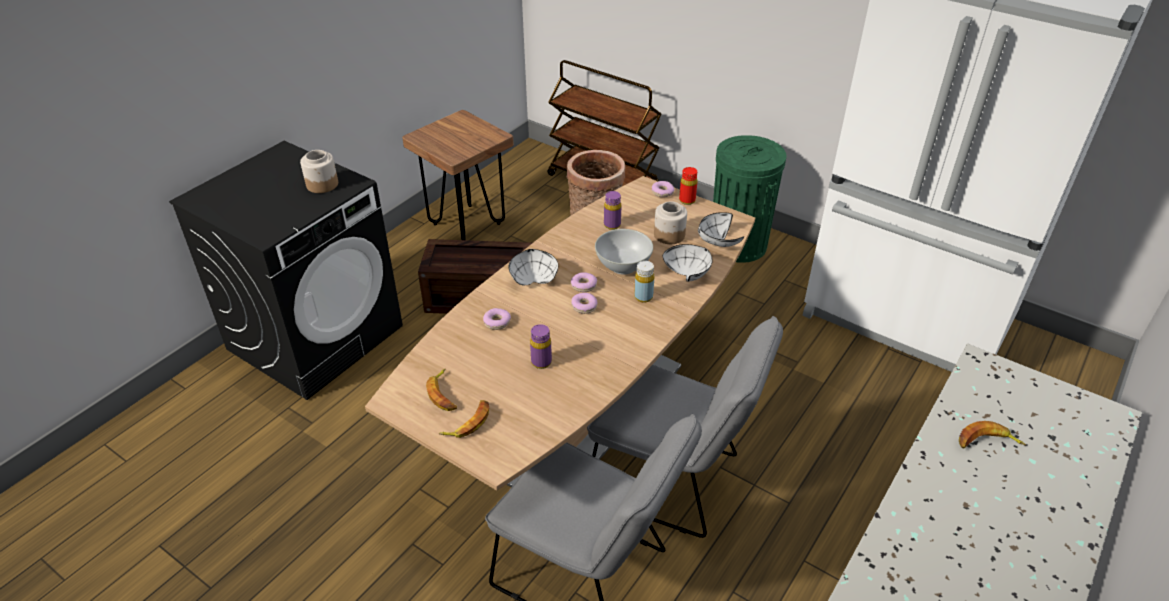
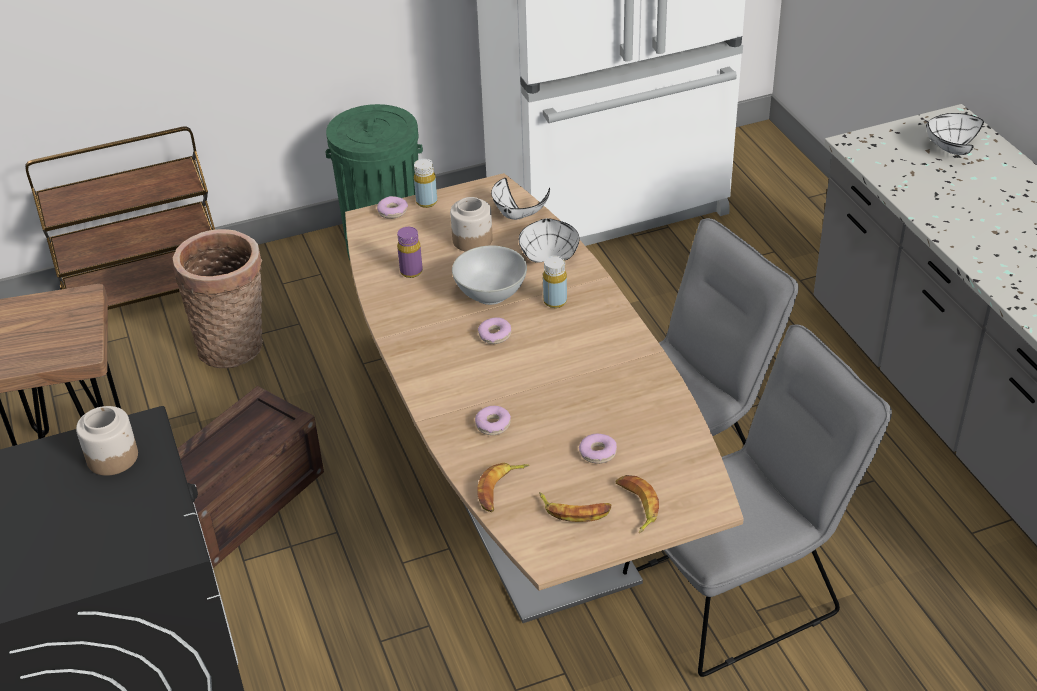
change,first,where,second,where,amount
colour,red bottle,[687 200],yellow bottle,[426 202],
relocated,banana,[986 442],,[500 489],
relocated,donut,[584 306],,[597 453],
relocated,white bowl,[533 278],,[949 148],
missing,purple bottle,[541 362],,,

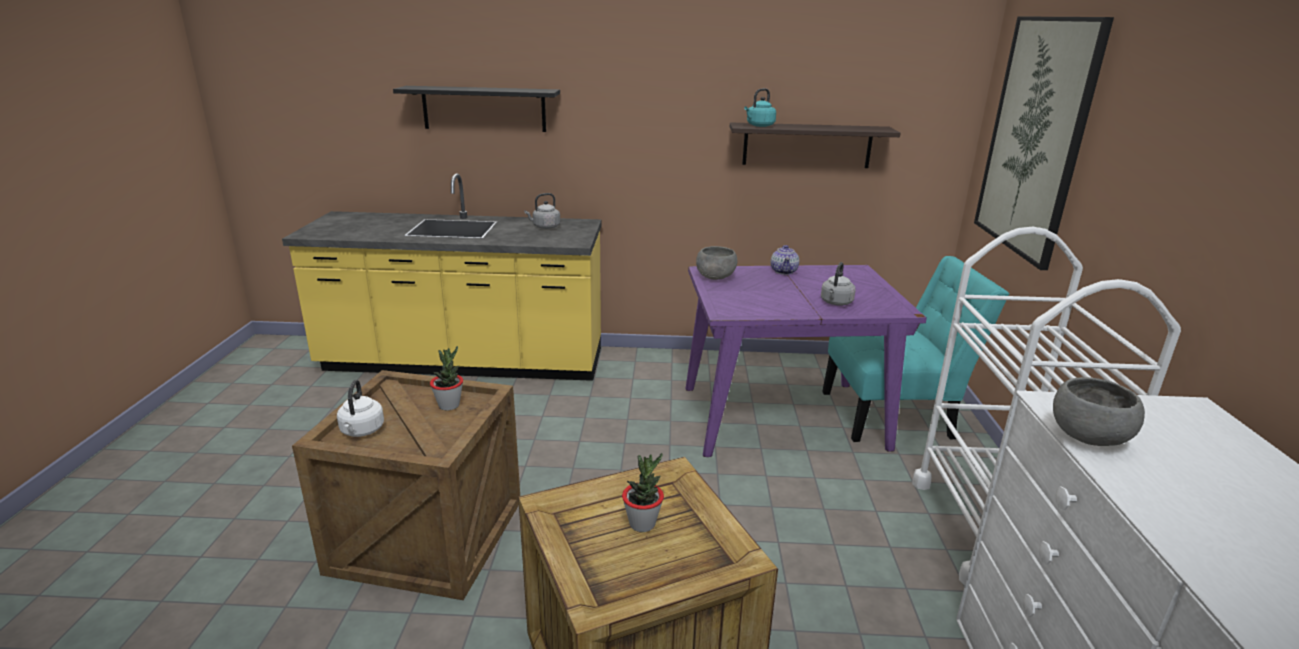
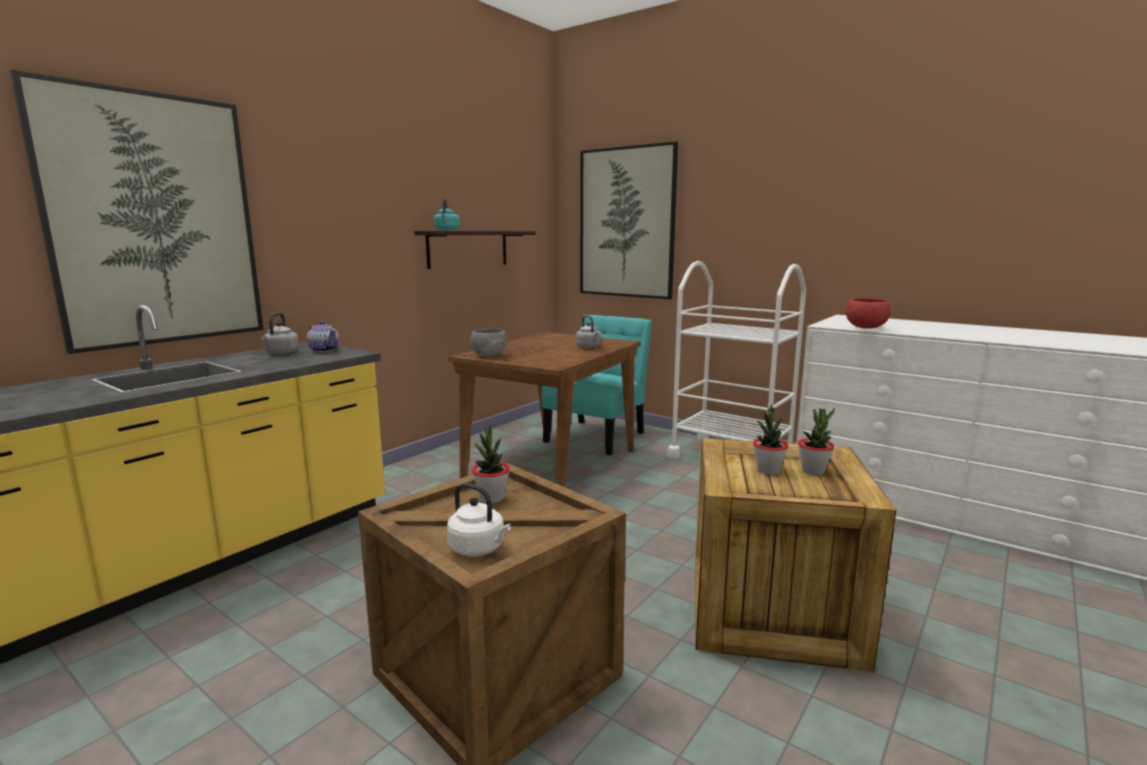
change,first,where,second,where,amount
exchanged,black shelf,[484 109],picture,[155 221],
relocated,teapot,[784 271],,[324 350],
colour,purple dining table,[784 417],brown dining table,[552 463],
appeared,,,potted plant,[813 471],
colour,grey bowl,[1087 438],red bowl,[865 328],

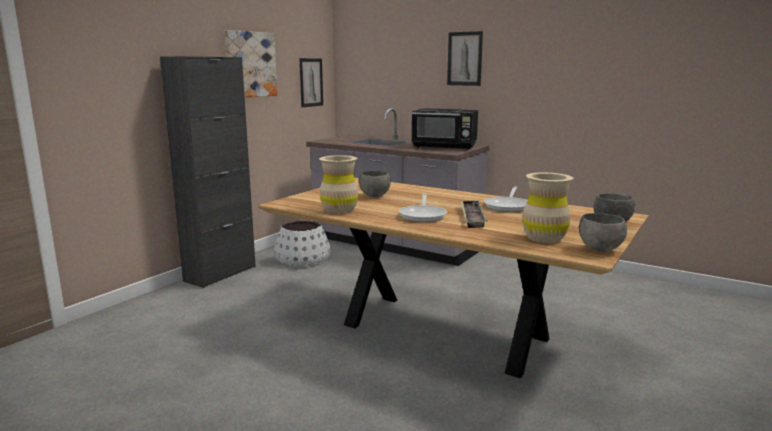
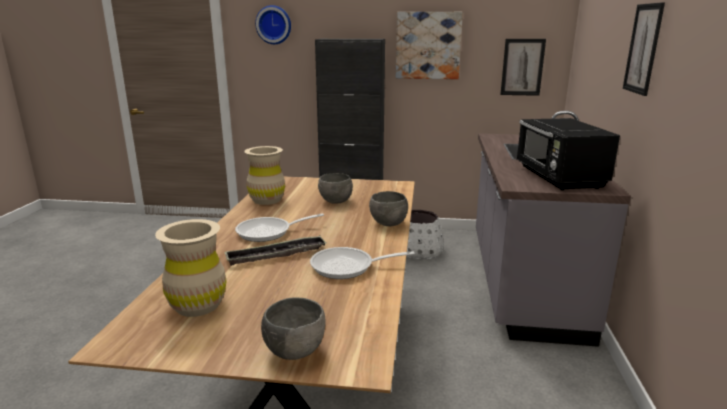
change,first,where,second,where,amount
appeared,,,wall clock,[274 25],
relocated,grey bowl,[600 249],,[388 224],

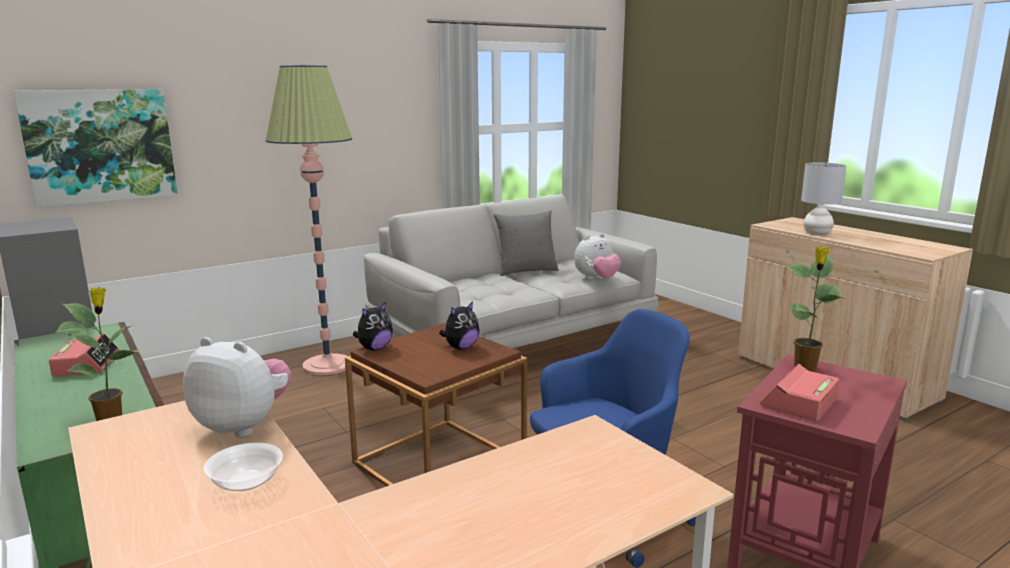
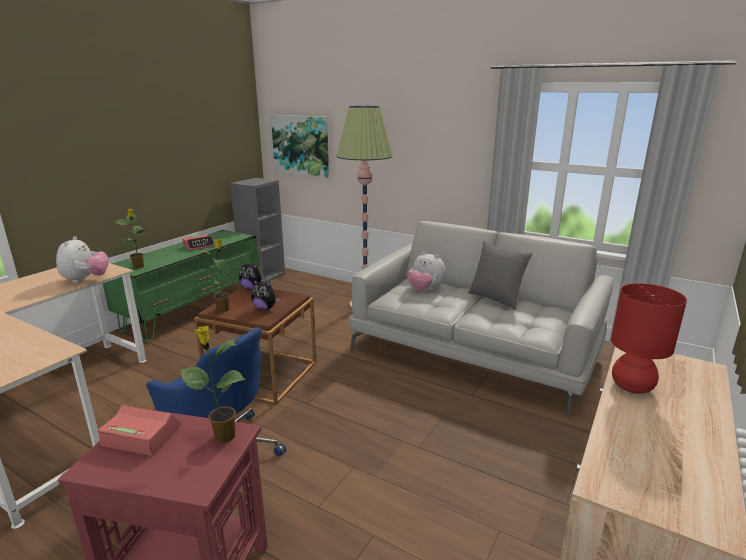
change,first,where,second,where,amount
appeared,,,potted plant,[223 309],
relocated,plush toy,[596 279],,[425 289],
colour,grey table lamp,[817 233],red table lamp,[632 387],
missing,bowl,[246 482],,,

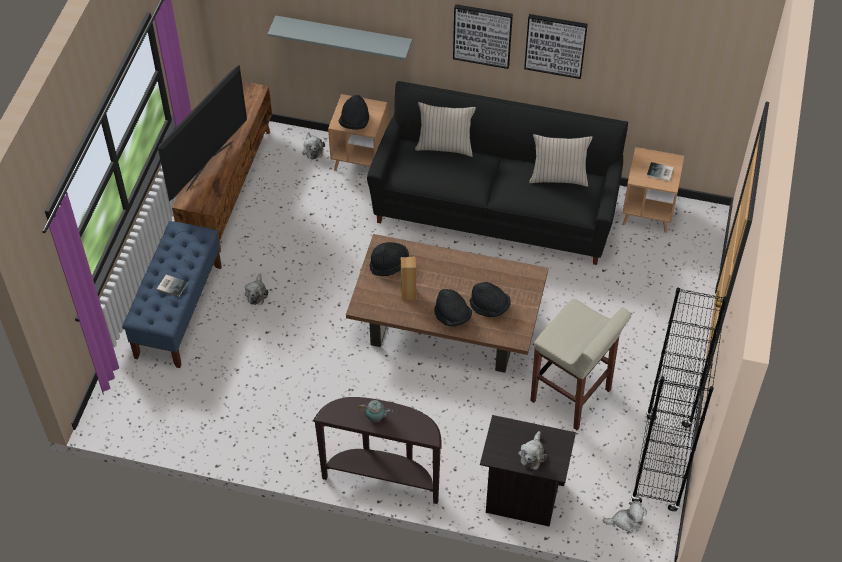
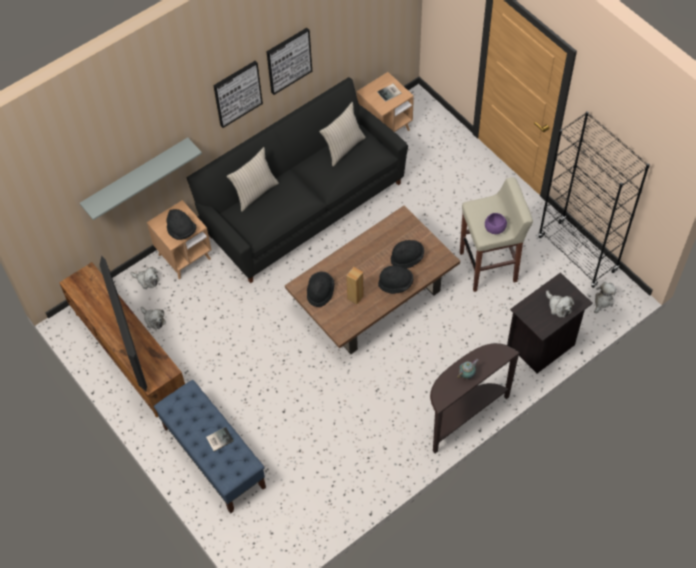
change,first,where,second,where,amount
relocated,plush toy,[256 293],,[153 320],
appeared,,,purple bowl,[494 228],

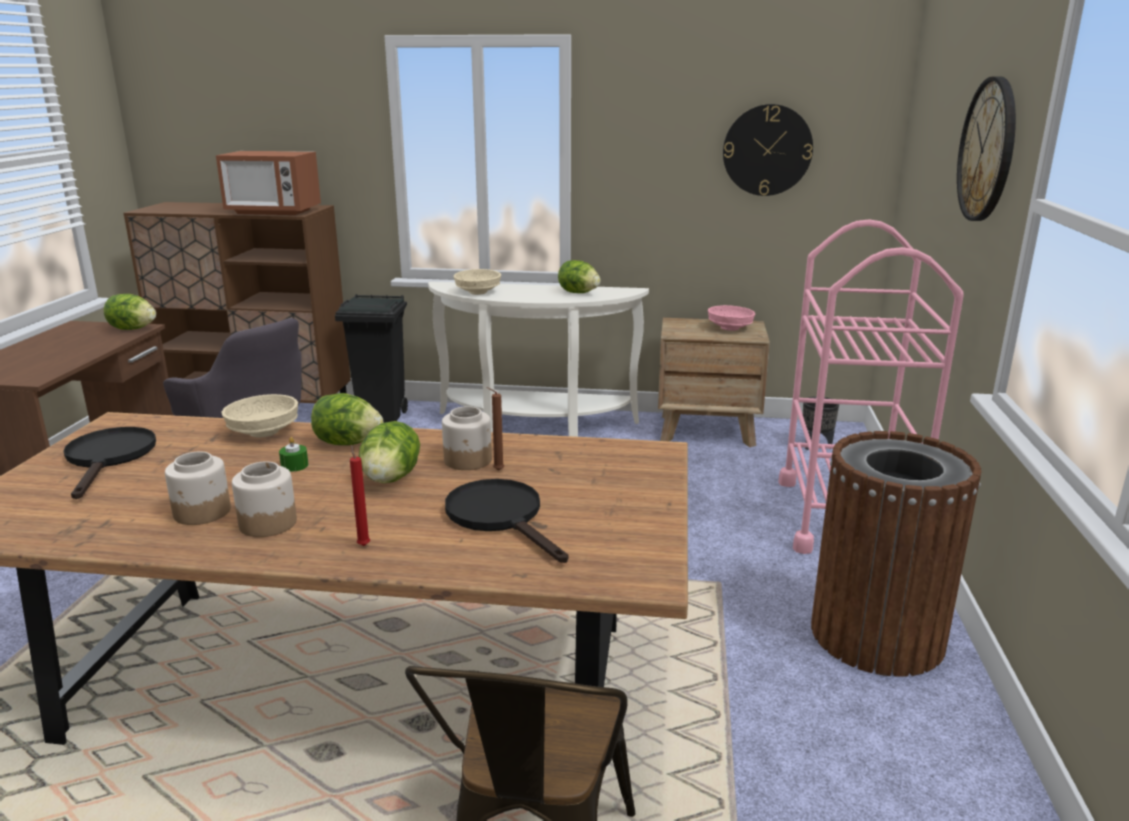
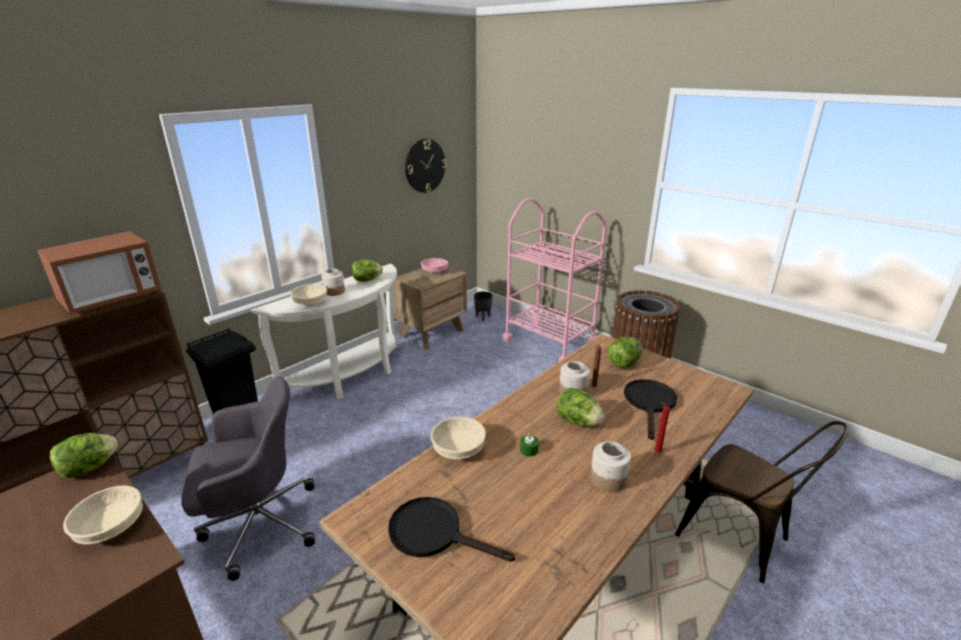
change,first,where,second,where,amount
appeared,,,beige bowl,[111 527],
relocated,jar,[202 512],,[334 291],
relocated,lettuce,[348 443],,[623 363],
spun,black frying pan,[501 517],,[650 403],105 degrees clockwise
missing,wall clock,[988 150],,,

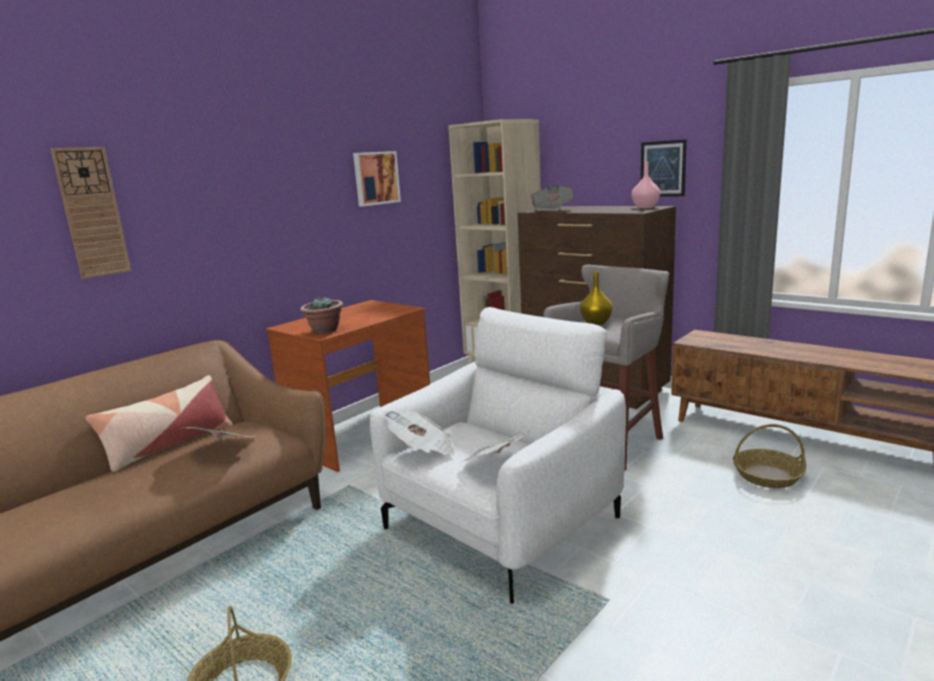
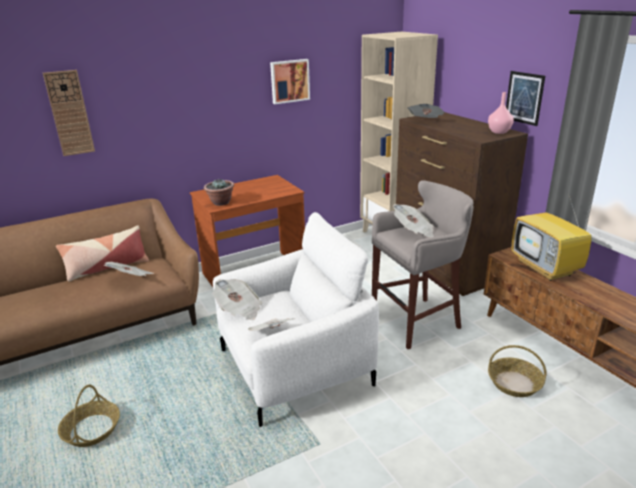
change,first,where,second,where,amount
exchanged,yellow vase,[596 322],newspaper,[414 231],
appeared,,,television,[546 269],

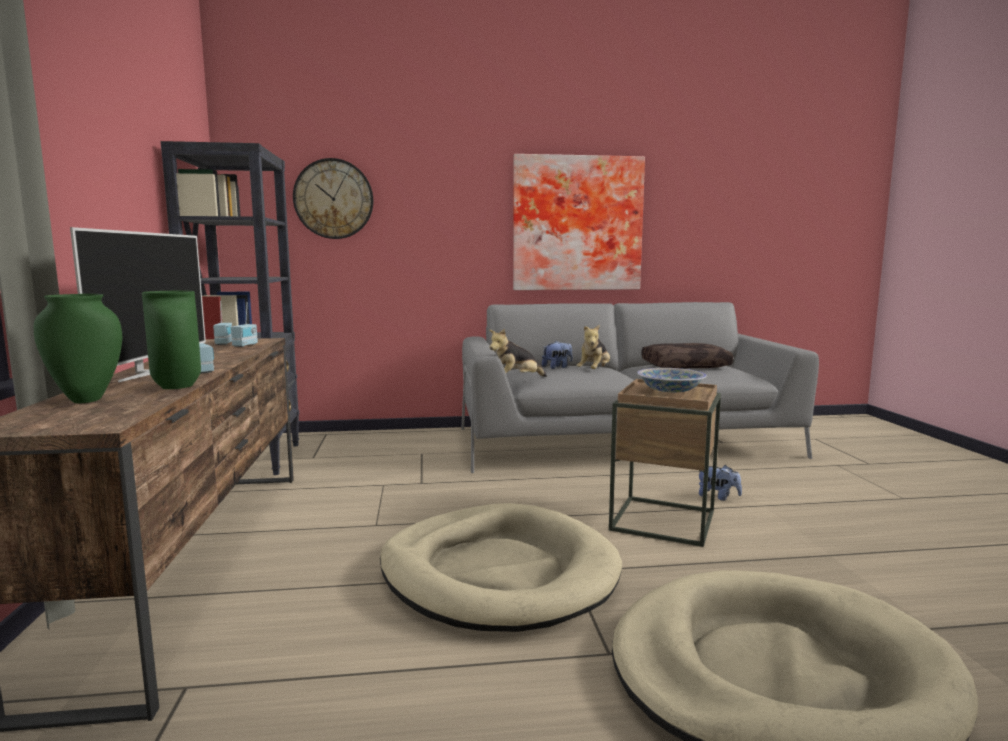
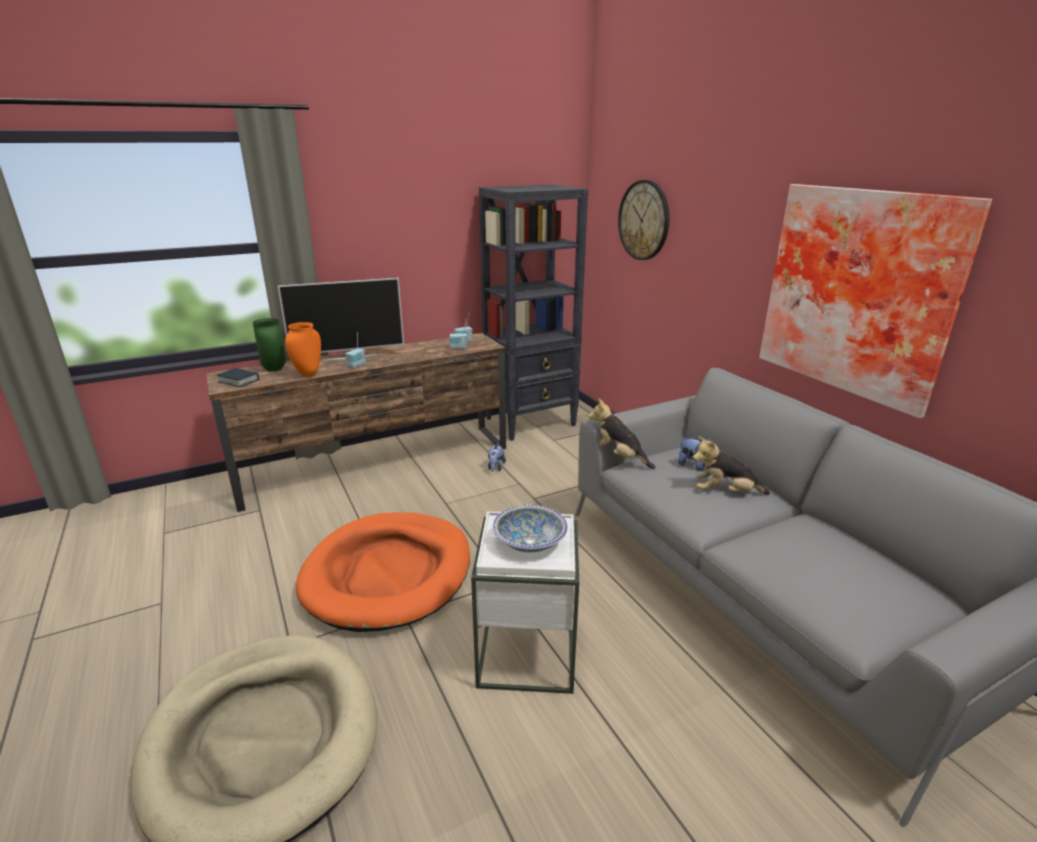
change,first,where,second,where,amount
appeared,,,book,[239 381],
colour,green vase,[179 387],orange vase,[308 375],
colour,beige dog bed,[498 573],orange dog bed,[388 574],
colour,brown side table,[663 521],white side table,[526 653],
relocated,plush toy,[718 497],,[495 467],
missing,brown pillow,[685 366],,,

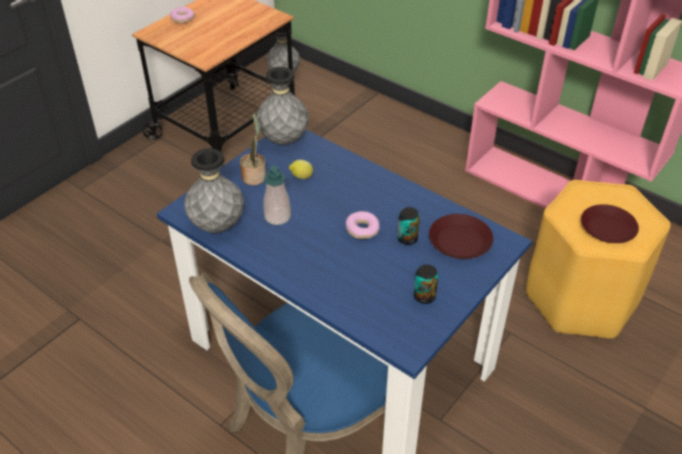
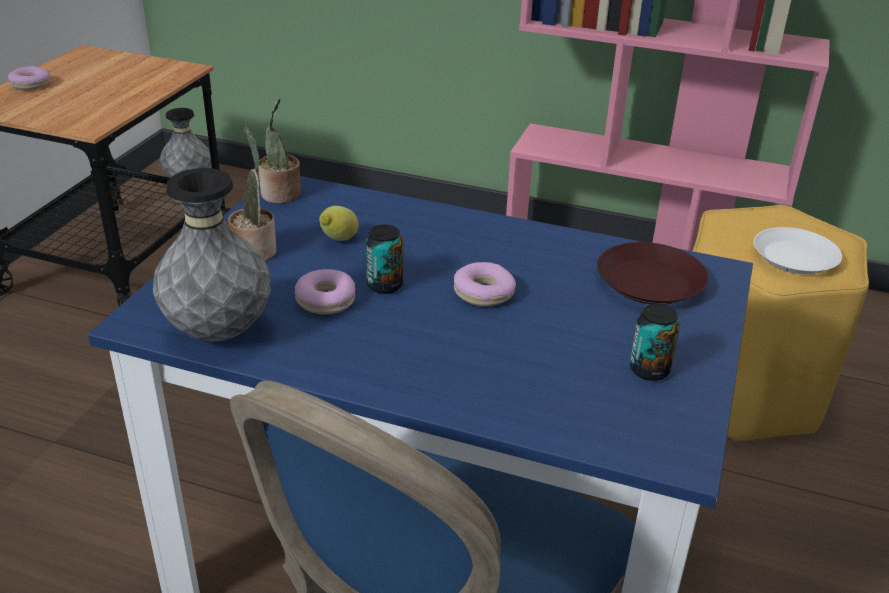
change,first,where,second,where,amount
exchanged,grey vase,[283 140],potted plant,[281 195],
exchanged,soap dispenser,[277 217],donut,[326 300],
relocated,can,[407 238],,[384 285],
colour,brown plate,[607 228],white plate,[794 257],

